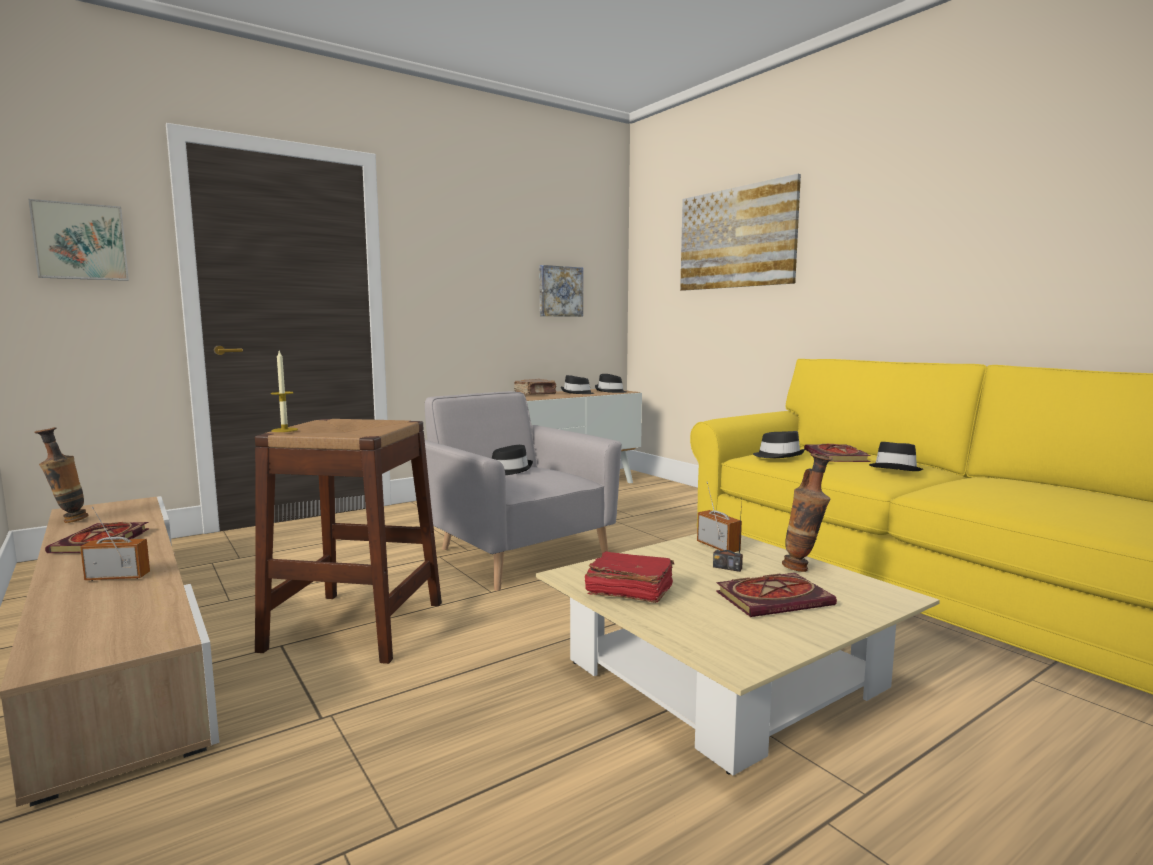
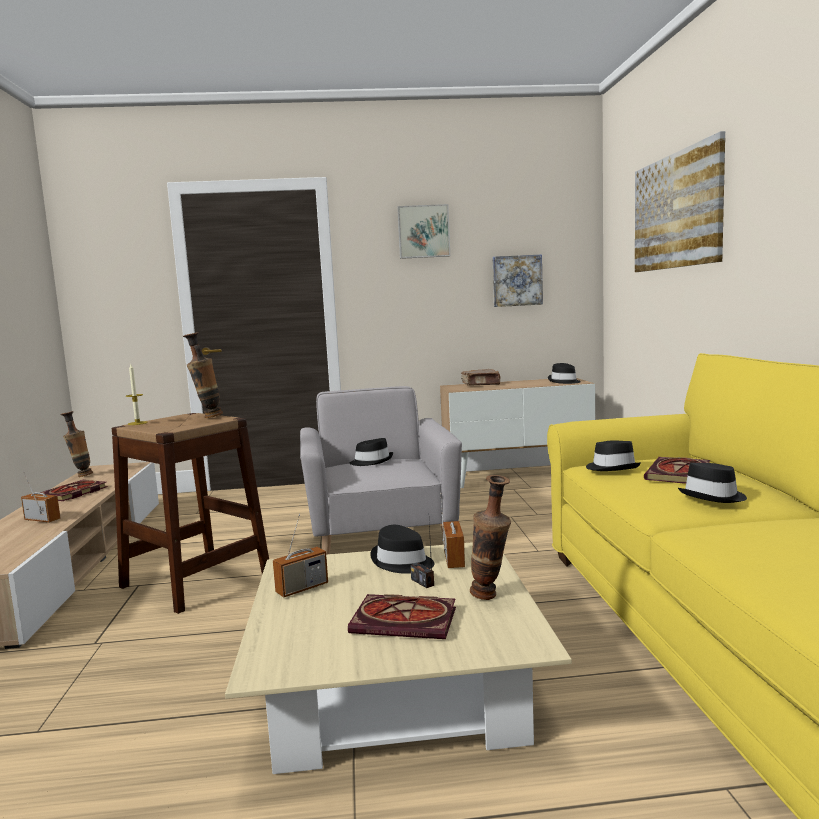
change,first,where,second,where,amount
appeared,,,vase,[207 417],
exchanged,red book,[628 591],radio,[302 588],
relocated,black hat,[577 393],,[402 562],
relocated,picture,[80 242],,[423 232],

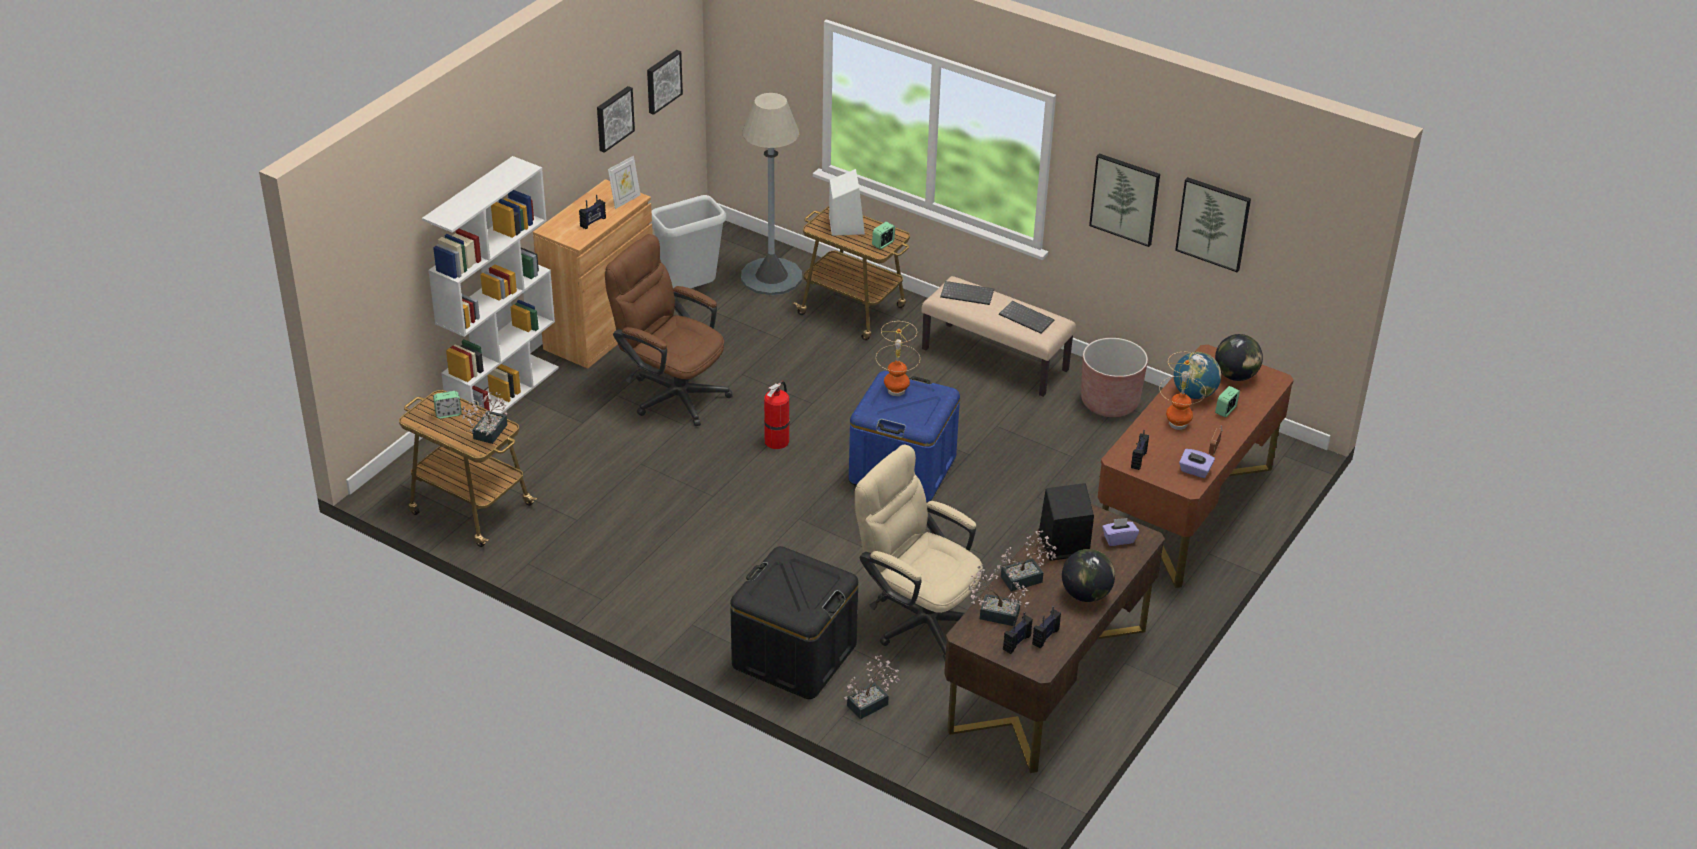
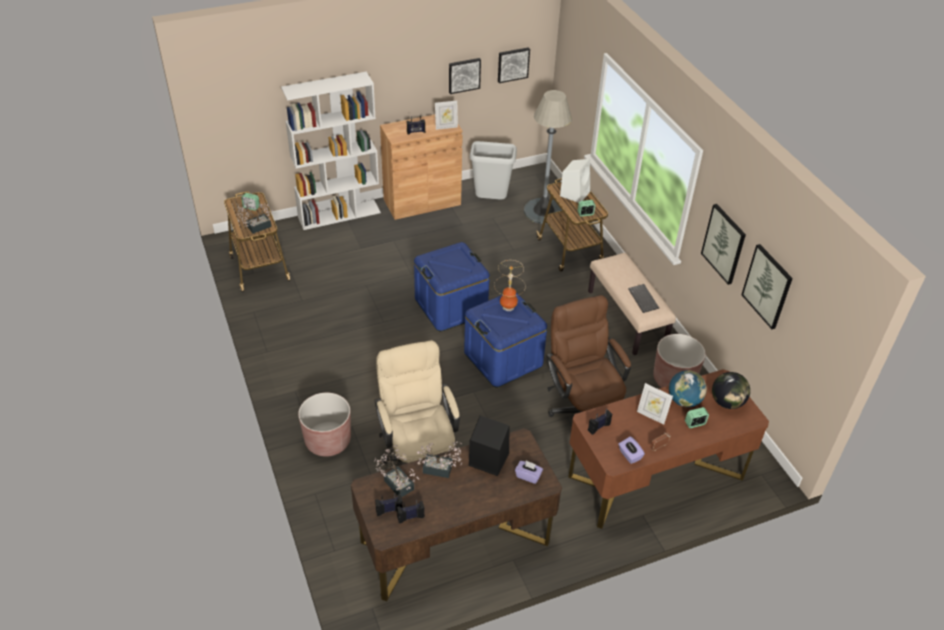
change,first,where,second,where,amount
exchanged,black storage box,[794 655],brown planter,[328 441],
exchanged,fire extinguisher,[777 440],blue storage box,[451 307],
relocated,brown office chair,[671 392],,[582 408],
exchanged,table lamp,[1178 423],picture frame,[651 416],
missing,potted plant,[871 703],,,
missing,keyboard,[968 294],,,
missing,globe,[1086 594],,,

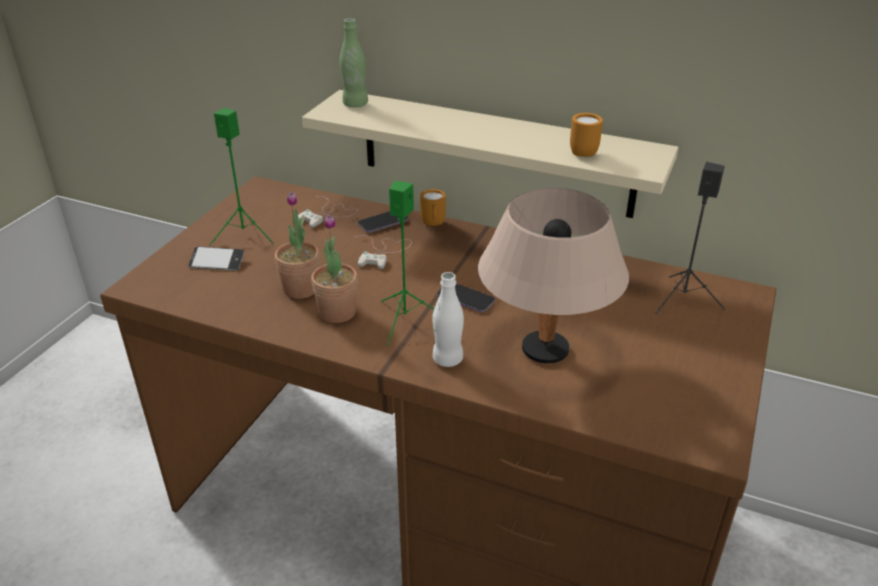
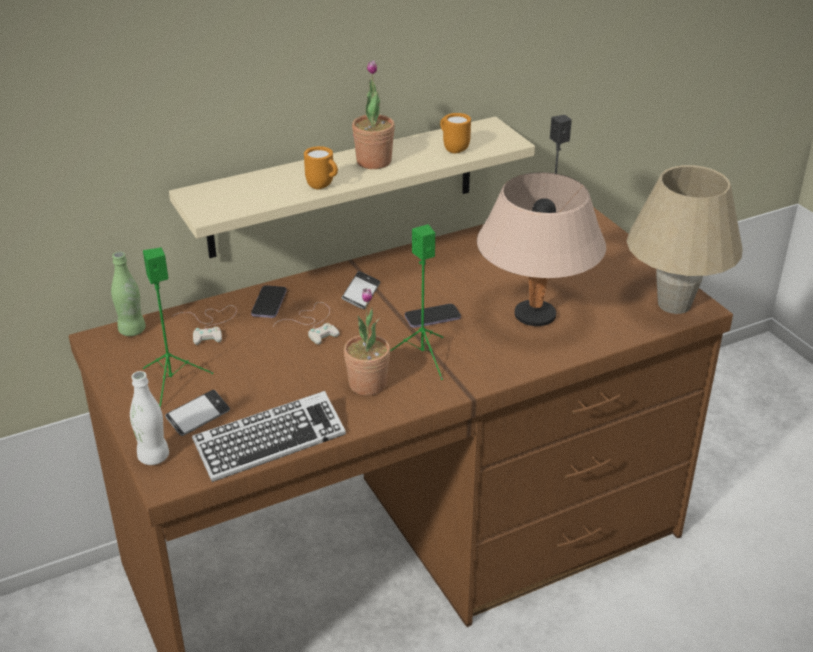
change,first,where,second,where,amount
relocated,green bottle,[355 104],,[132 330],
relocated,white bottle,[447 359],,[153 457],
appeared,,,keyboard,[270 442],
relocated,orange mug,[433 225],,[323 186],
appeared,,,phone,[361 294],
relocated,potted plant,[301 289],,[374 161],
appeared,,,beige table lamp,[674 304],

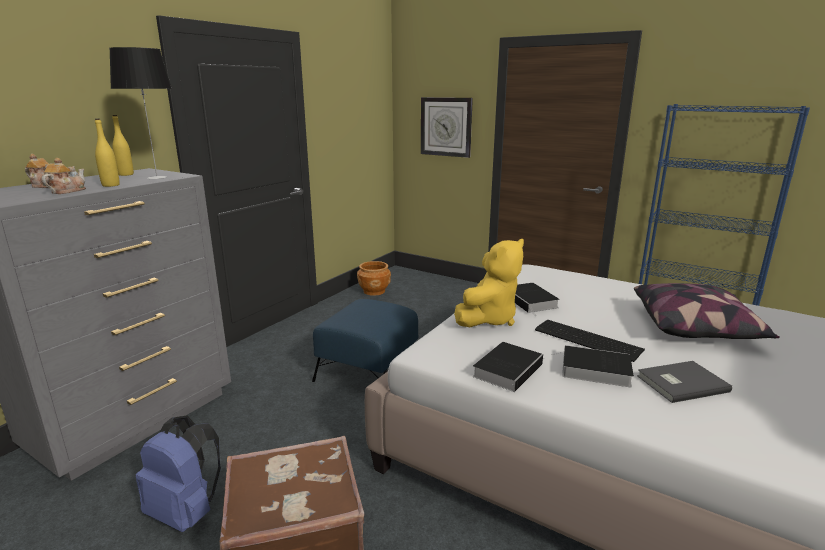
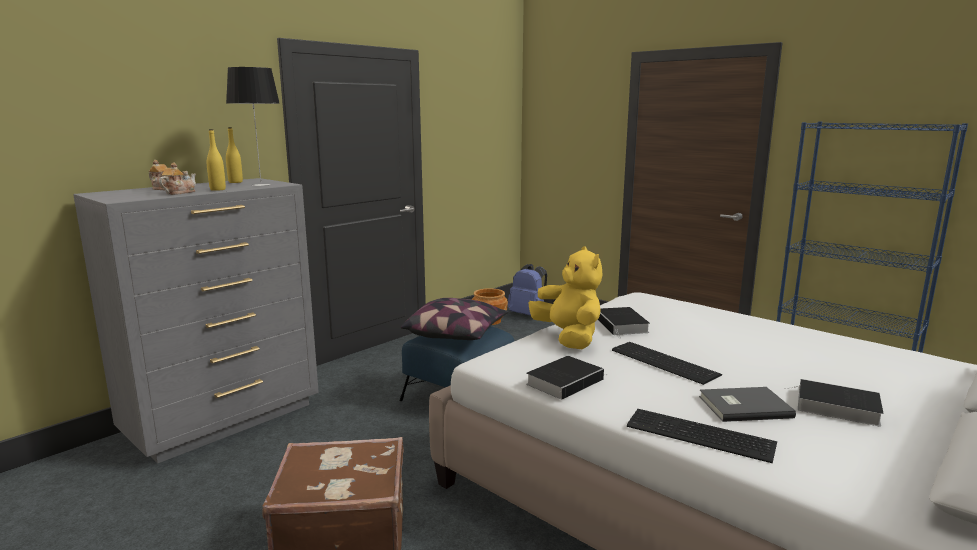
change,first,where,second,where,amount
relocated,pillow,[695 328],,[457 334],
relocated,blue backpack,[186 512],,[528 315],
spun,yellow plush toy,[488 319],,[568 338],75 degrees counterclockwise
appeared,,,keyboard,[701 436],
relocated,book,[593 370],,[834 407],
missing,wall clock,[446 127],,,

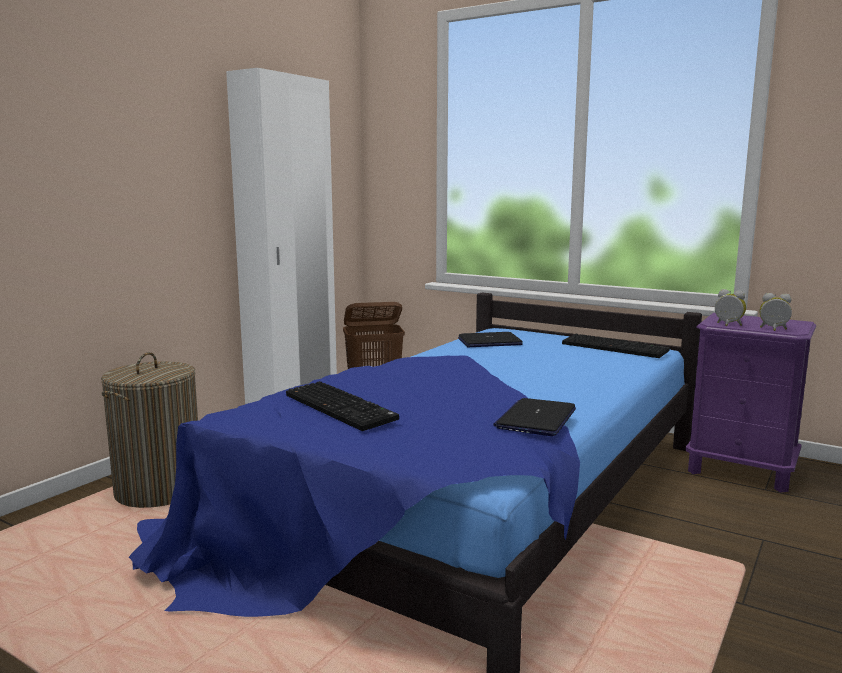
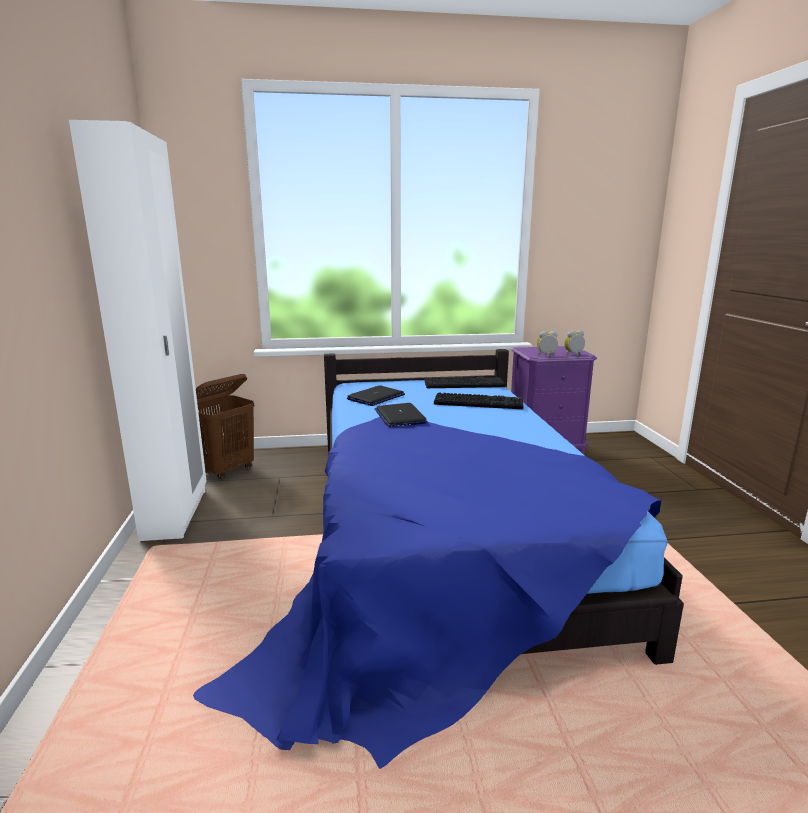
change,first,where,second,where,amount
relocated,laptop,[536 419],,[400 416],
relocated,keyboard,[342 407],,[479 402],
missing,laundry basket,[159 490],,,

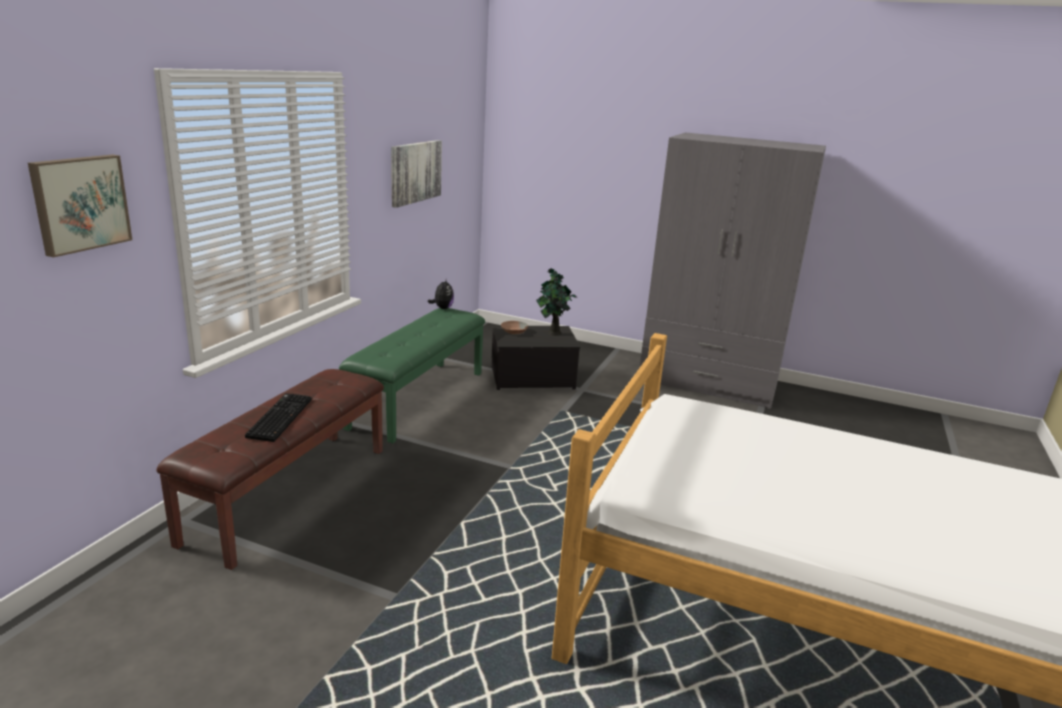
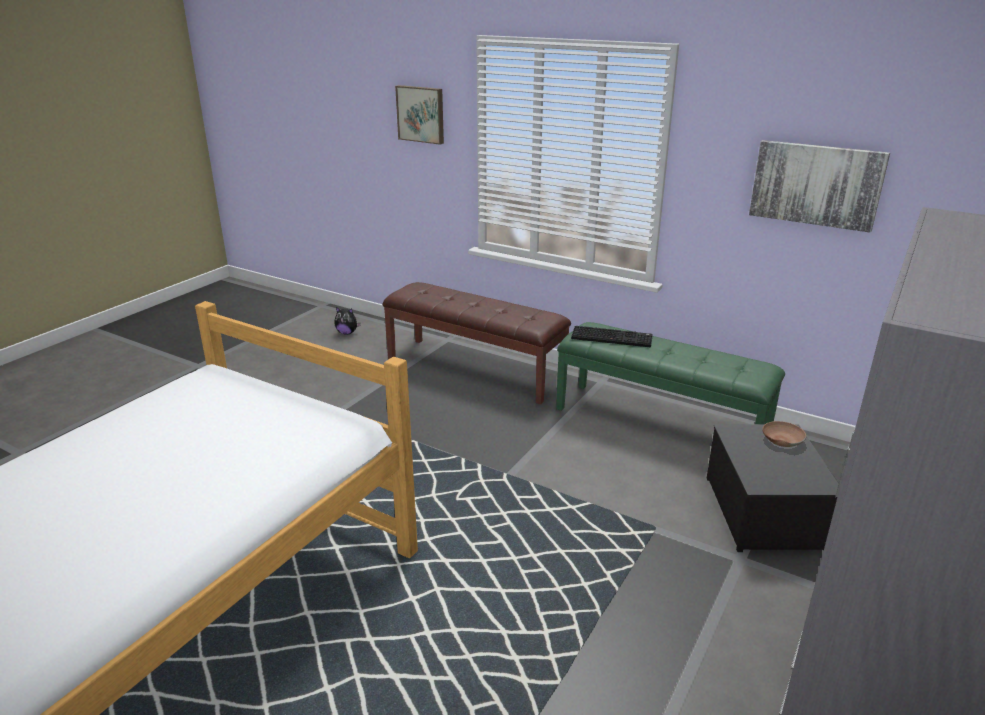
change,first,where,second,where,amount
relocated,plush toy,[442 308],,[347 333],
relocated,keyboard,[279 417],,[612 337],
missing,potted plant,[553 333],,,

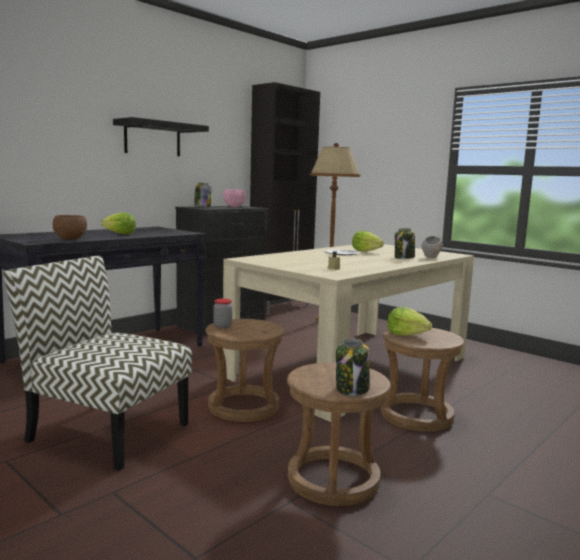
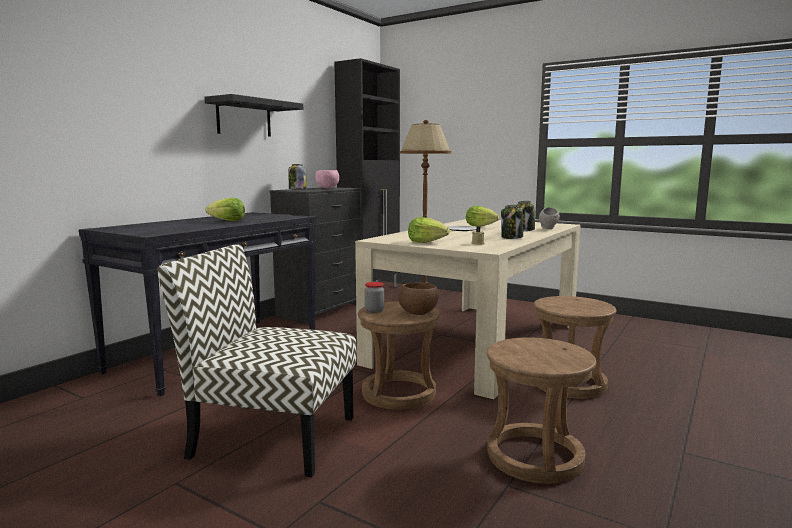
change,first,where,second,where,amount
relocated,brown bowl,[70 239],,[417 313],
relocated,lettuce,[406 334],,[426 242],
relocated,jar,[352 389],,[512 237],

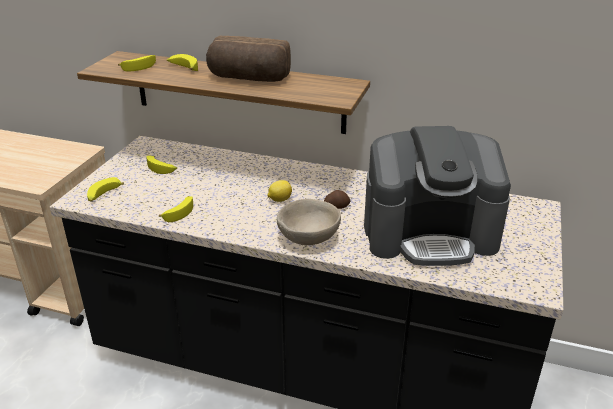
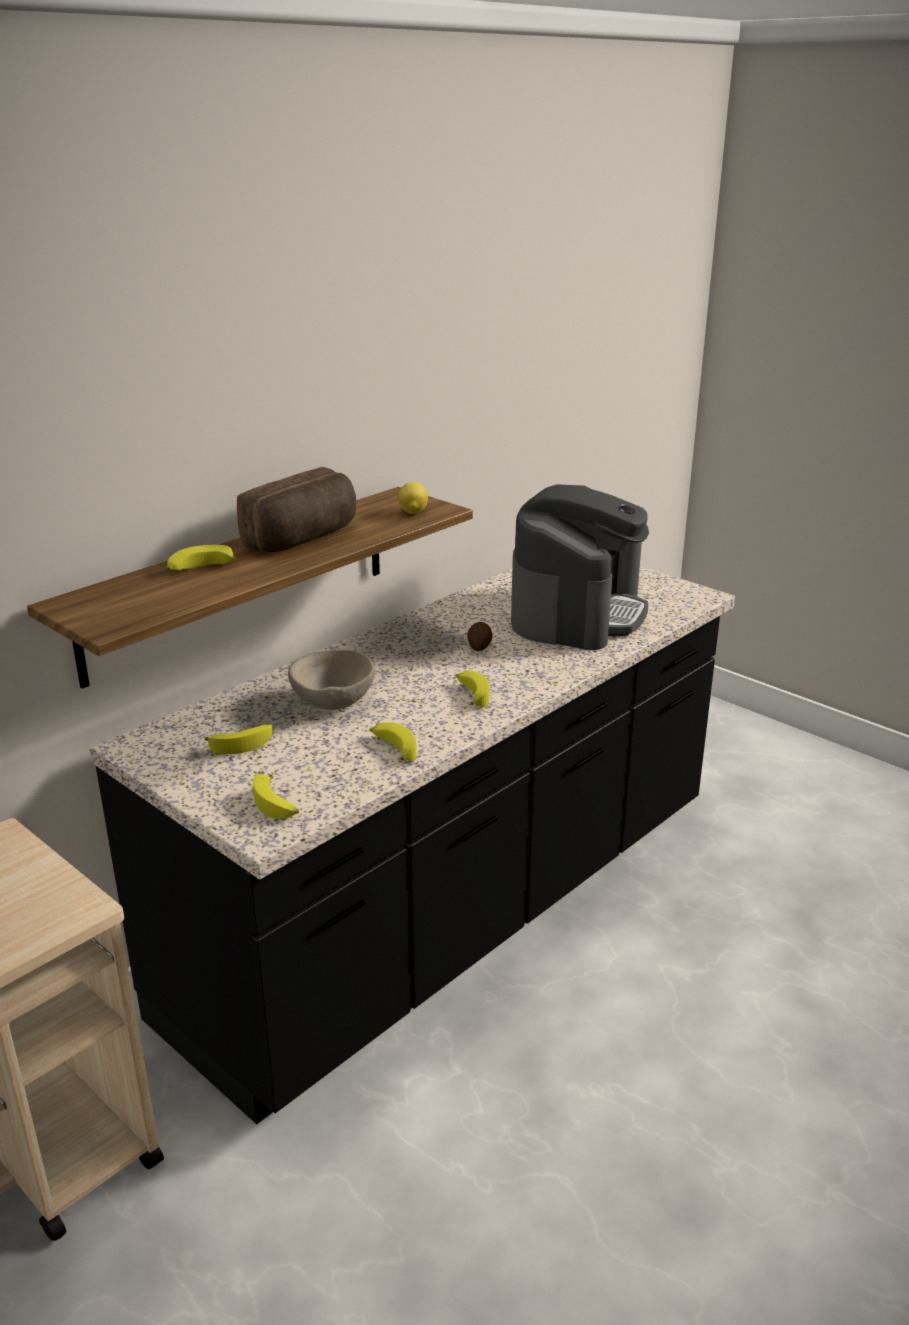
change,first,where,second,where,amount
relocated,beige bowl,[309 237],,[332 701],
relocated,lemon,[279 200],,[412 512],
relocated,banana,[140 66],,[471 695],

